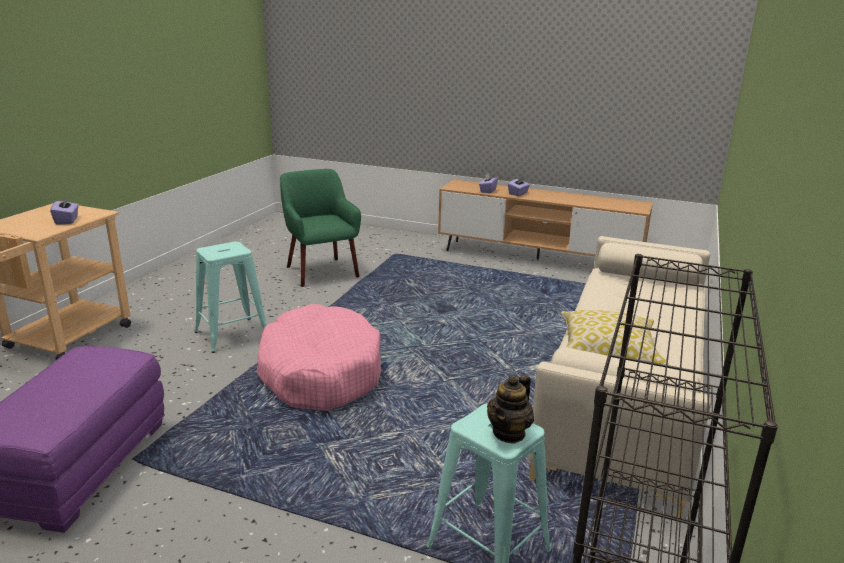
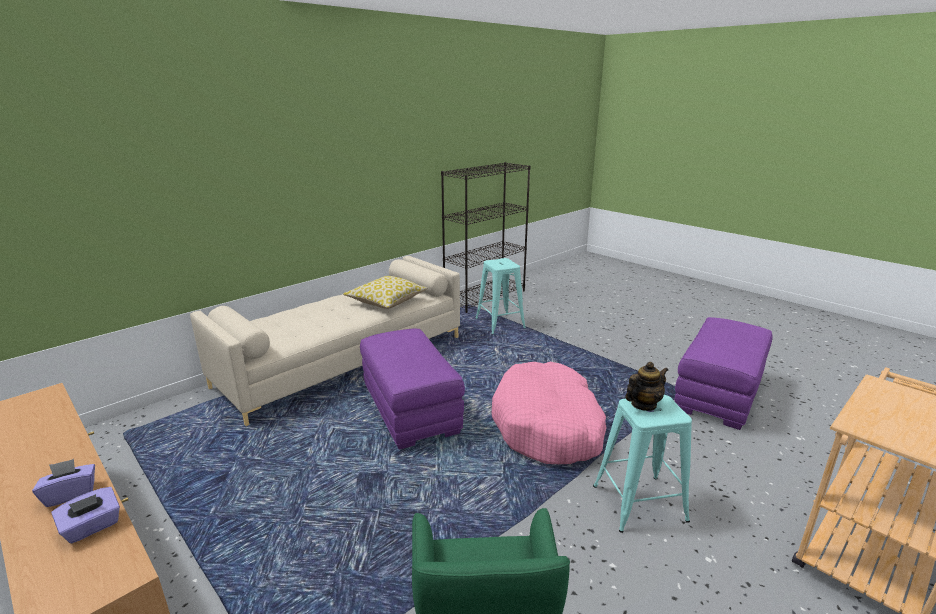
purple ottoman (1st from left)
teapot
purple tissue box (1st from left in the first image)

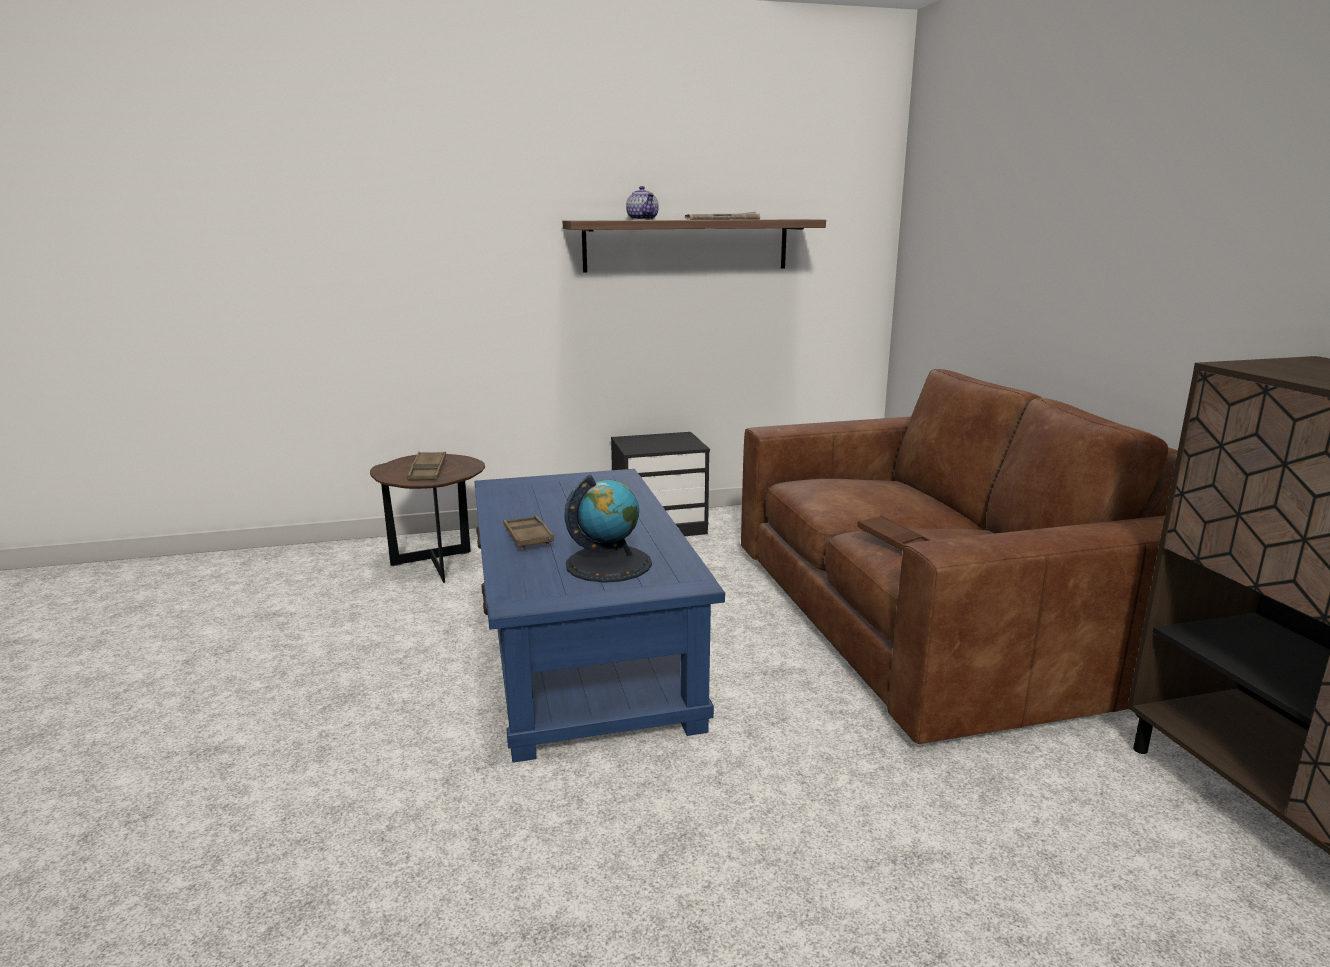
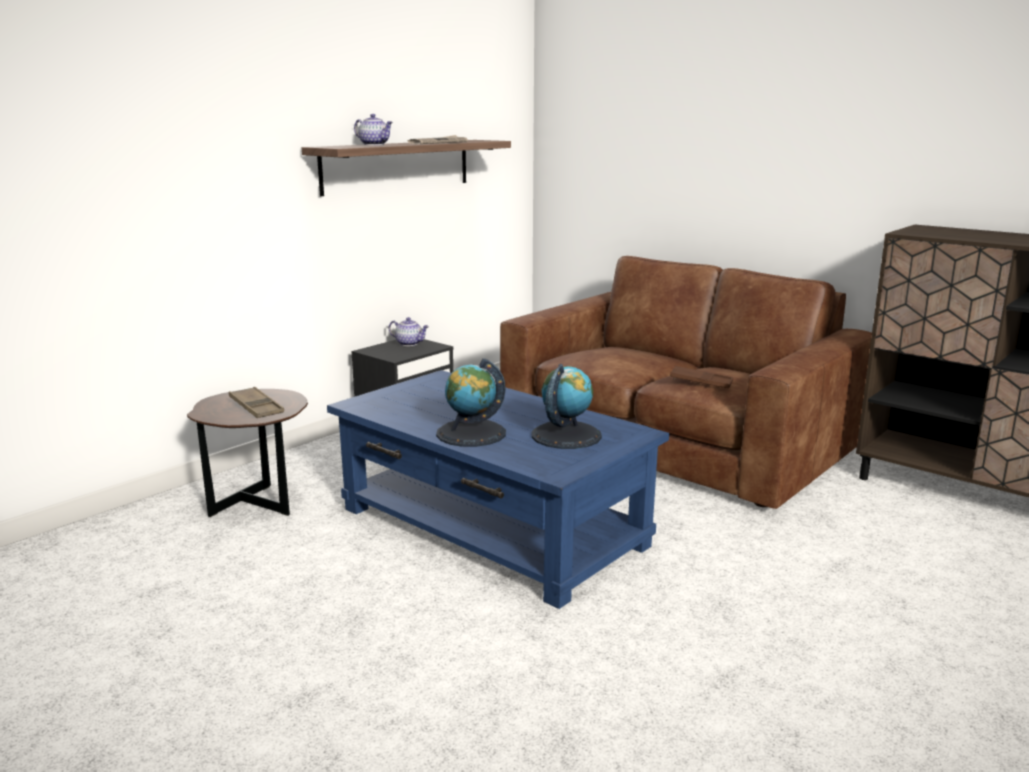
teapot (2nd from left)
globe (1st from left)

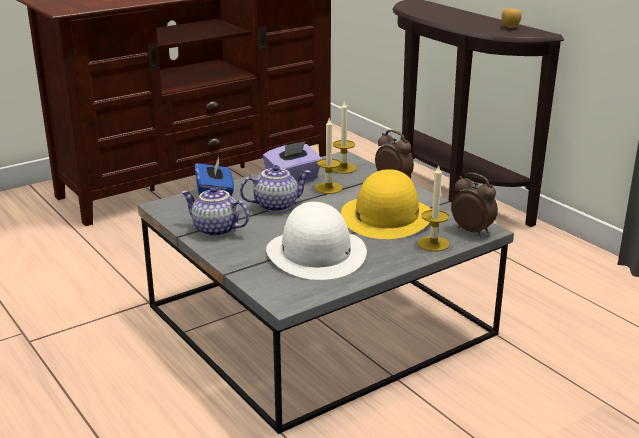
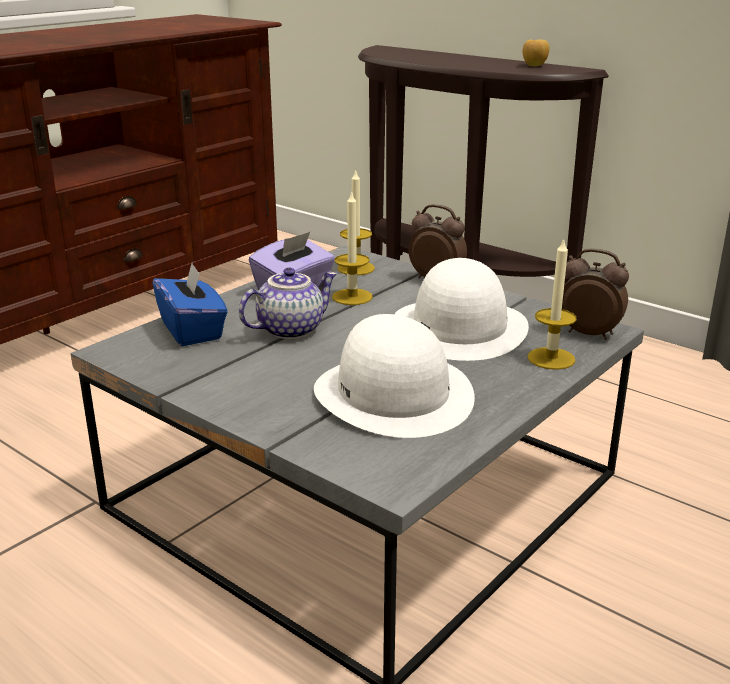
white hat (2nd from left)
teapot (1st from left in the first image)

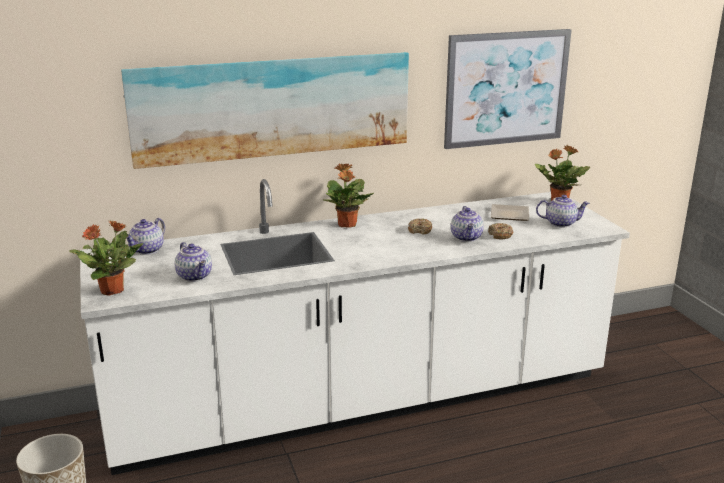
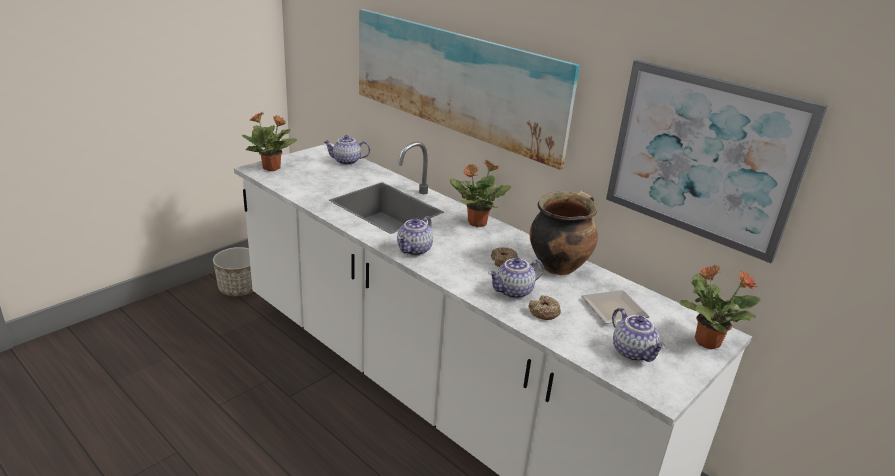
teapot (2nd from left)
cooking pot

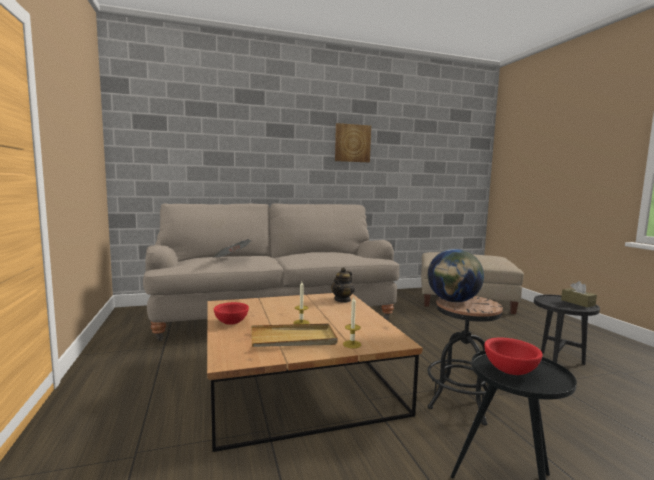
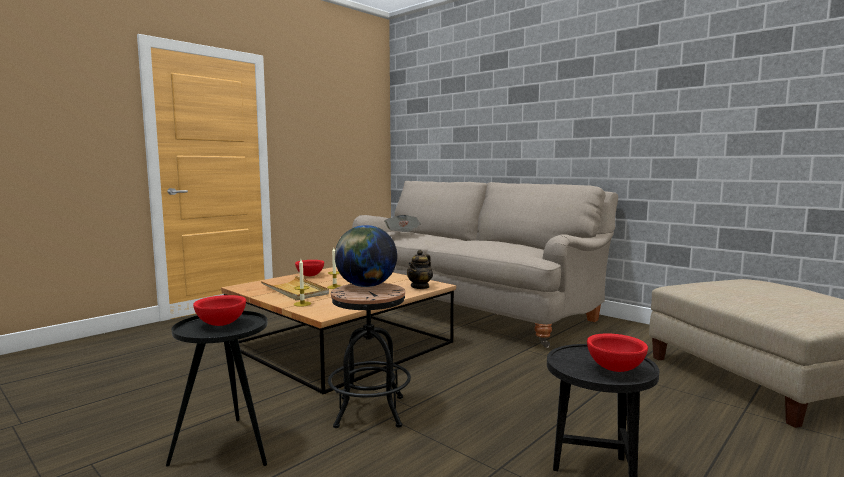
teapot
red bowl (3rd from left)
picture

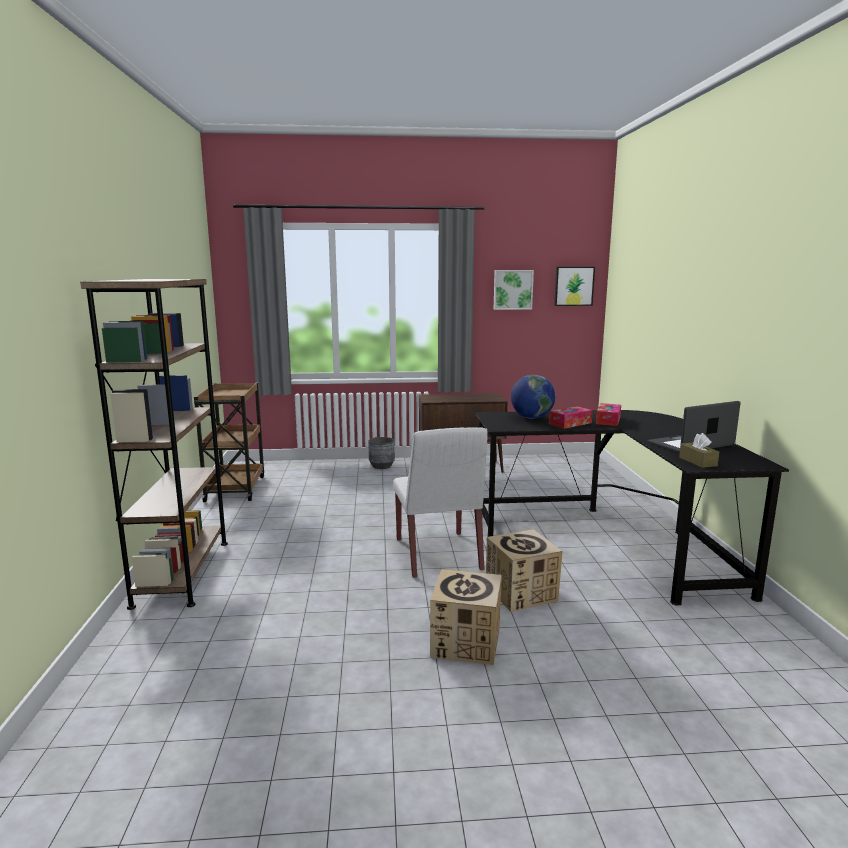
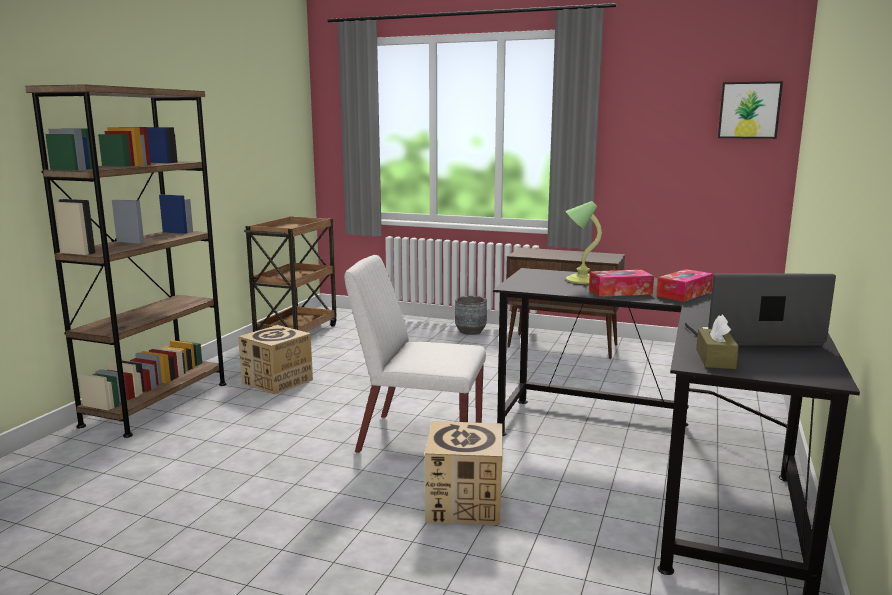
cardboard box (1st from left)
white chair
table lamp
picture (1st from left in the first image)

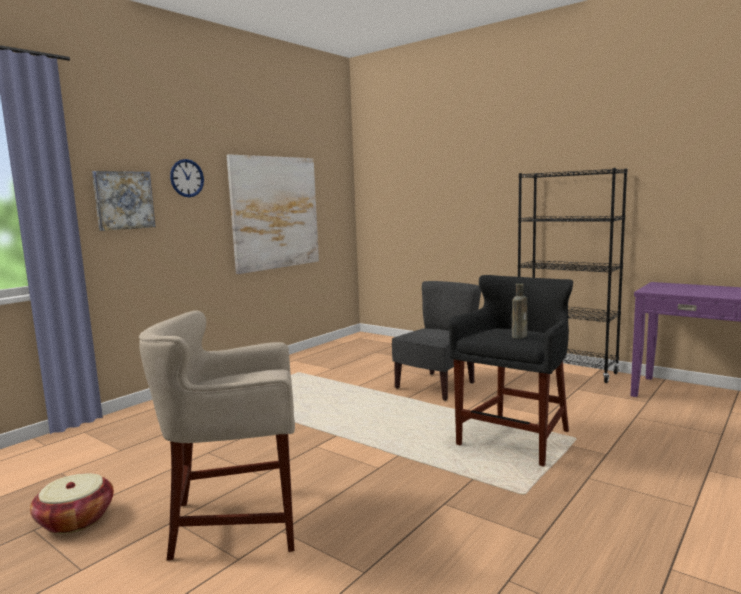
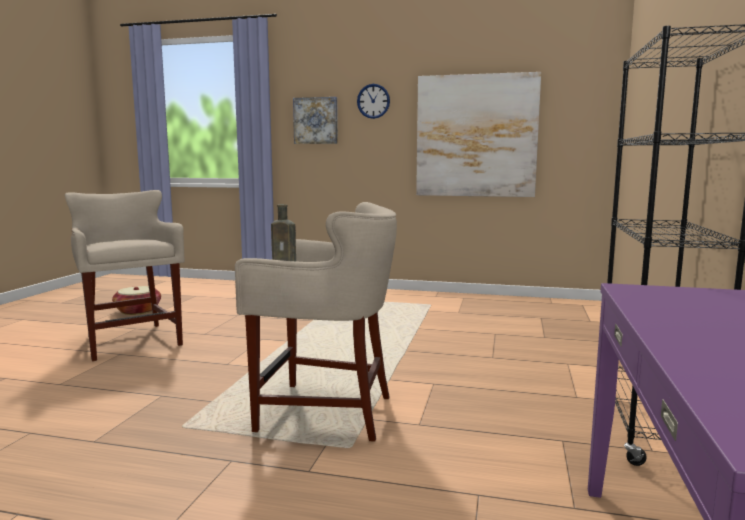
beige stool (2nd from left)
grey chair

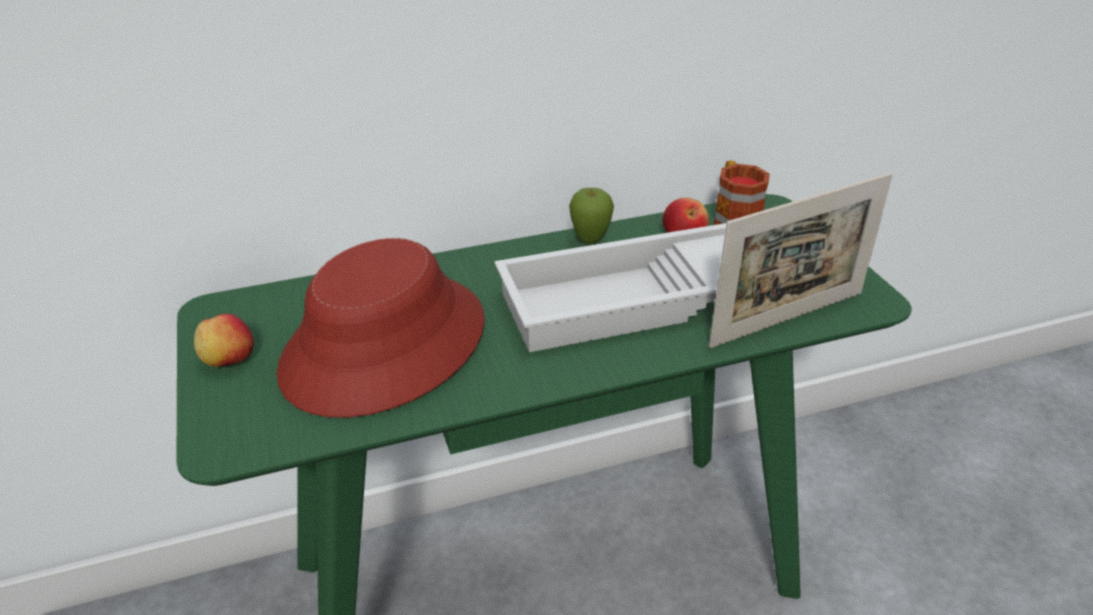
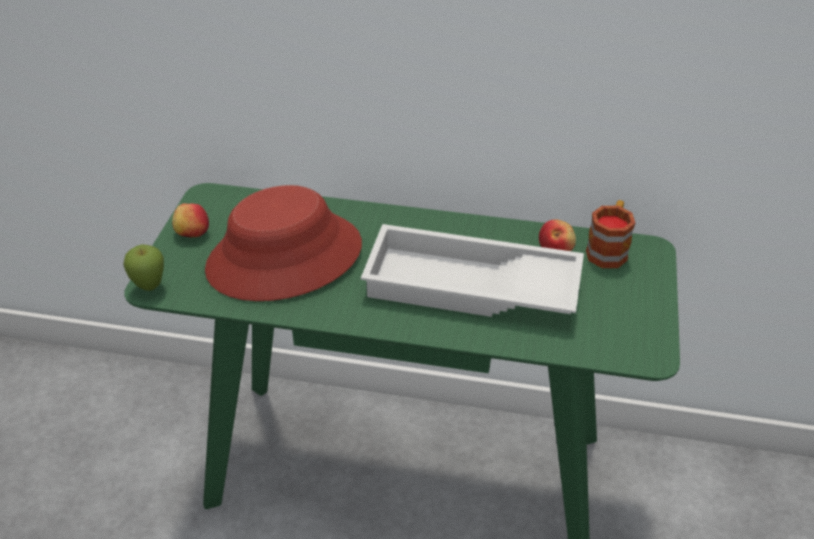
apple (1st from left)
picture frame

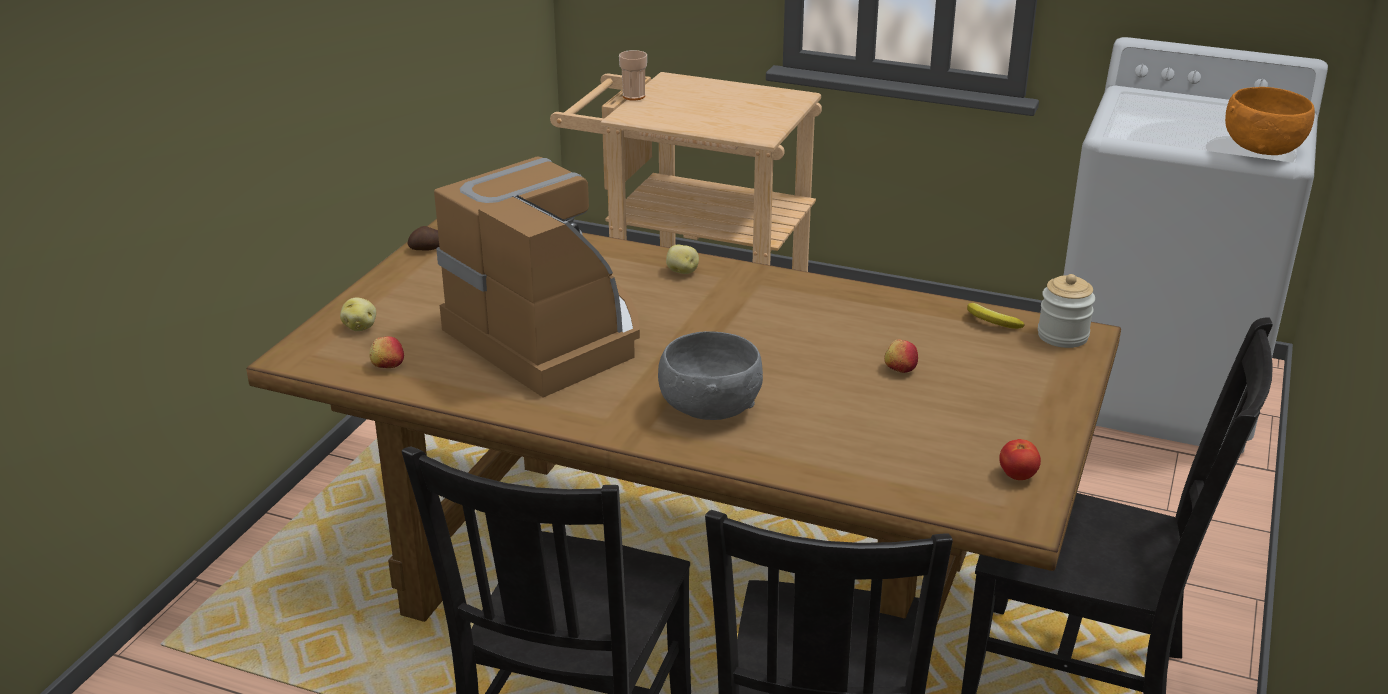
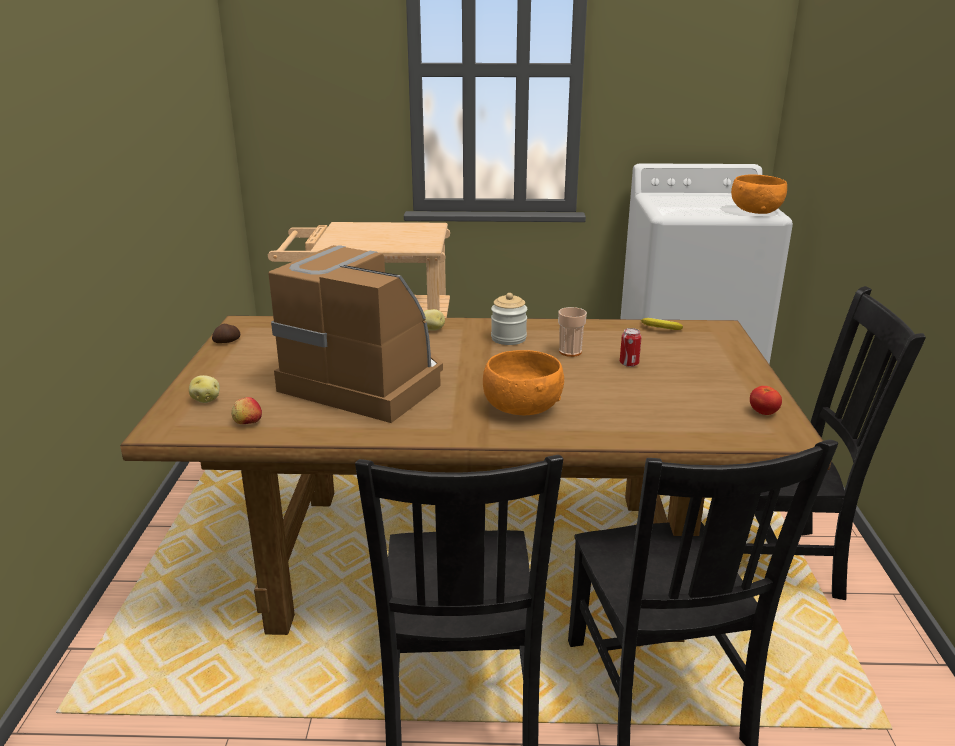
orange bowl (1st from left)
jar
cup
can

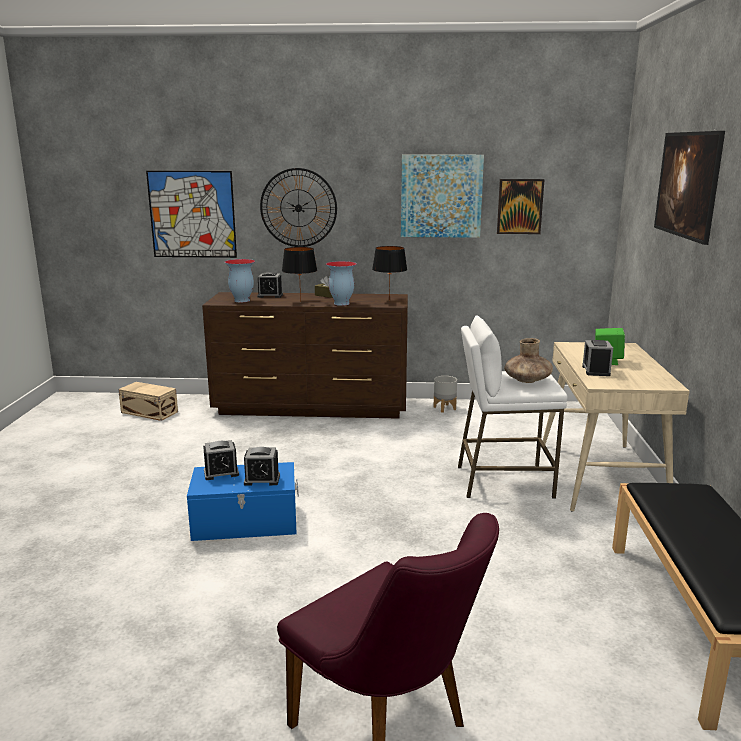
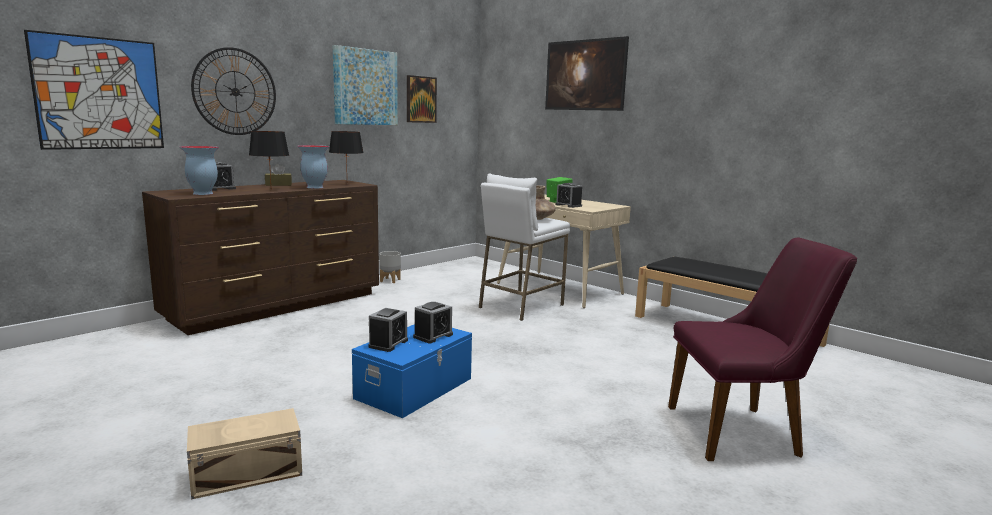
beige storage box

